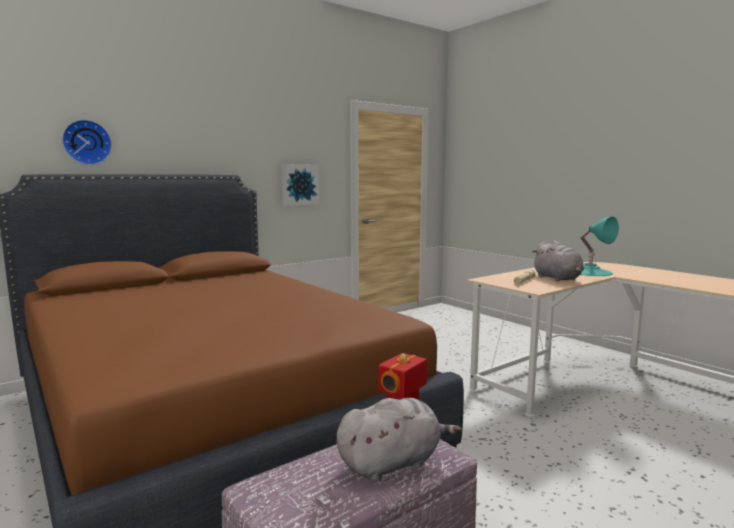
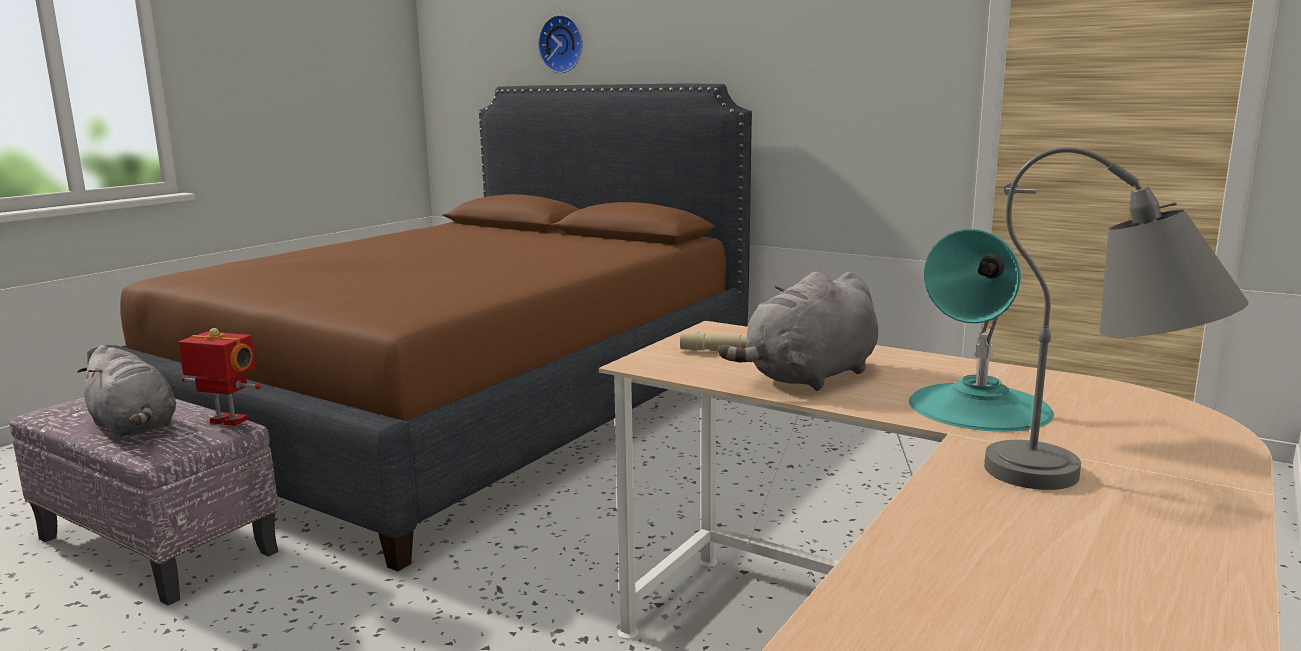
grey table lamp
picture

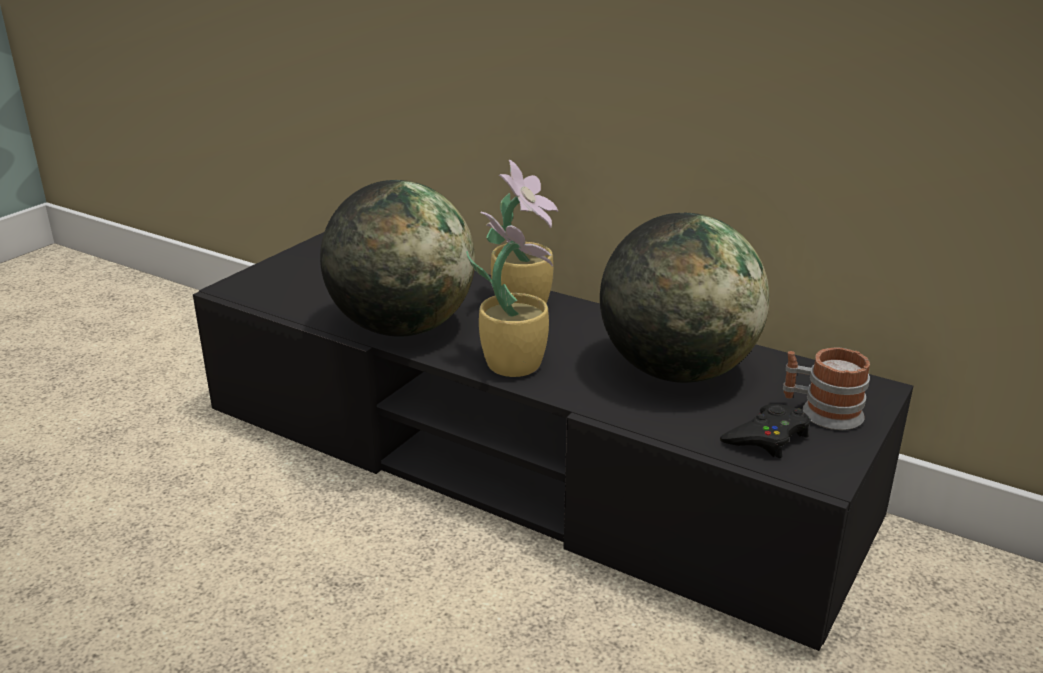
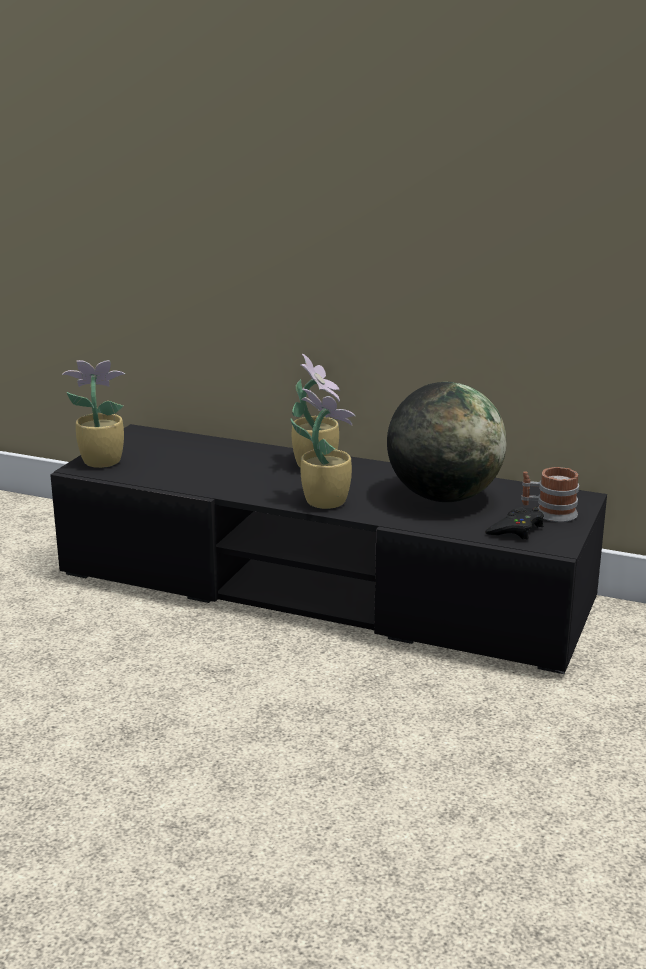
potted plant (1st from left)
globe (1st from left in the first image)

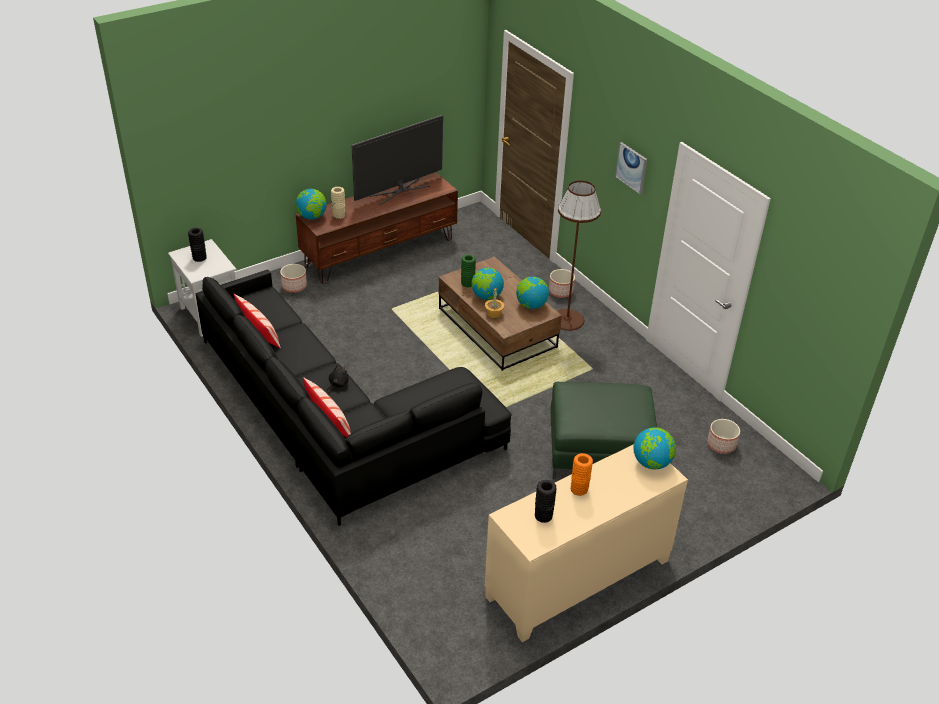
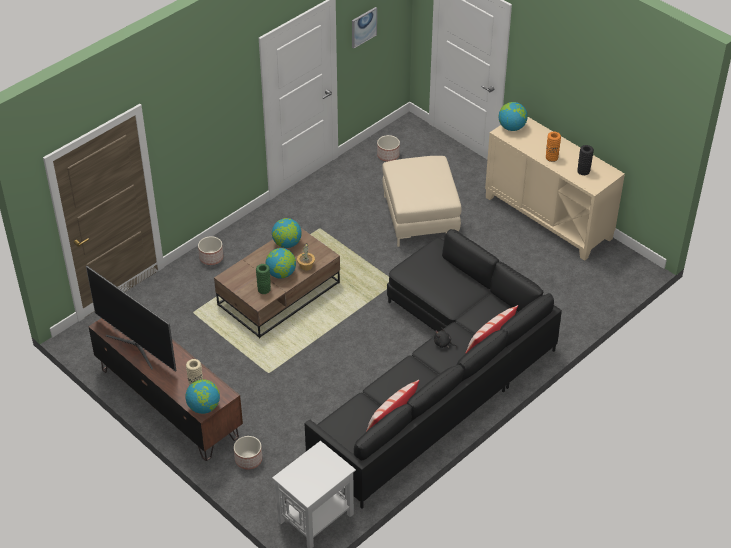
picture
beige ottoman
black vase (1st from left in the first image)
brown floor lamp

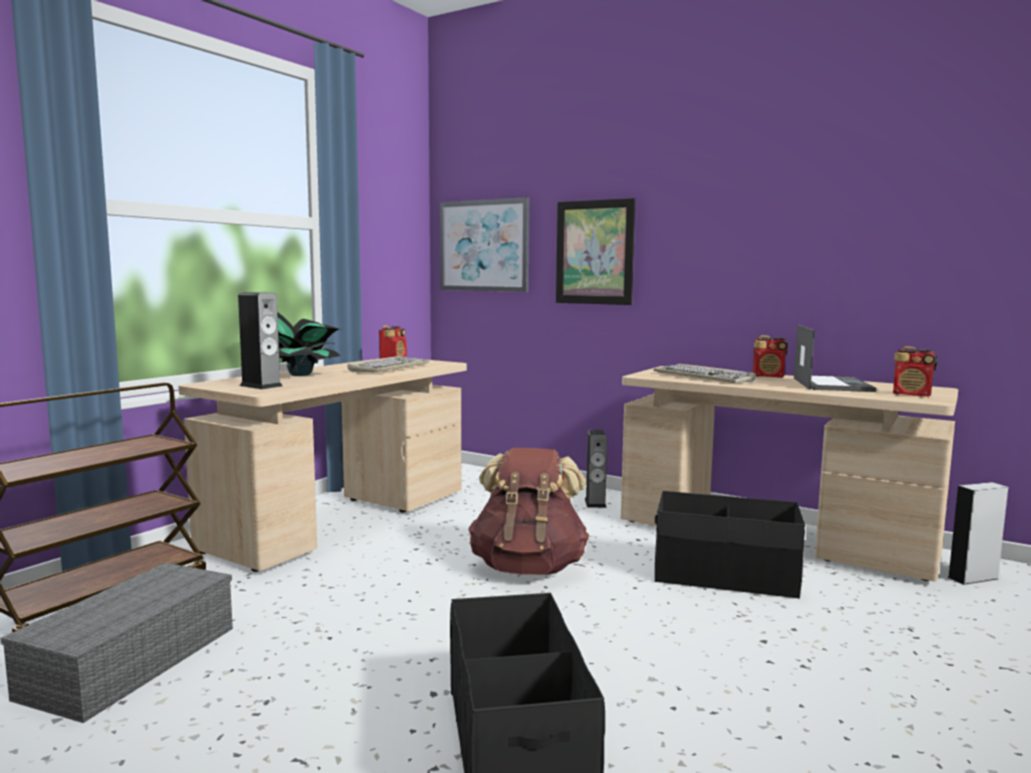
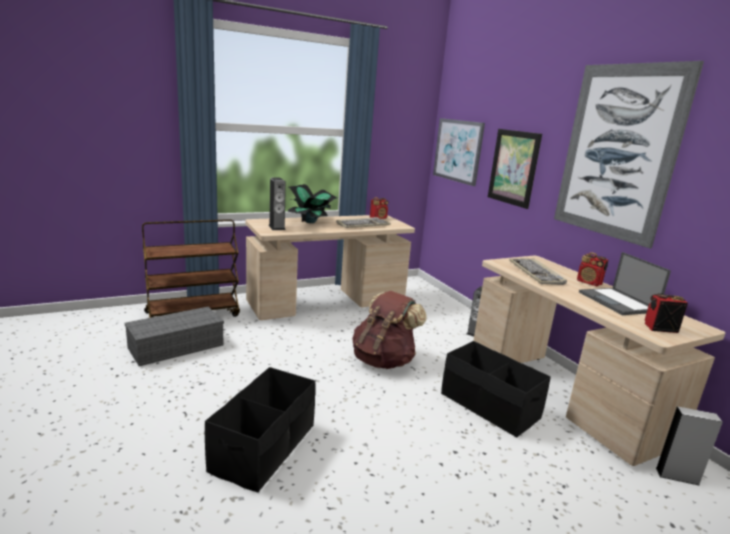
picture (3rd from left)
laptop
radio (3rd from left)

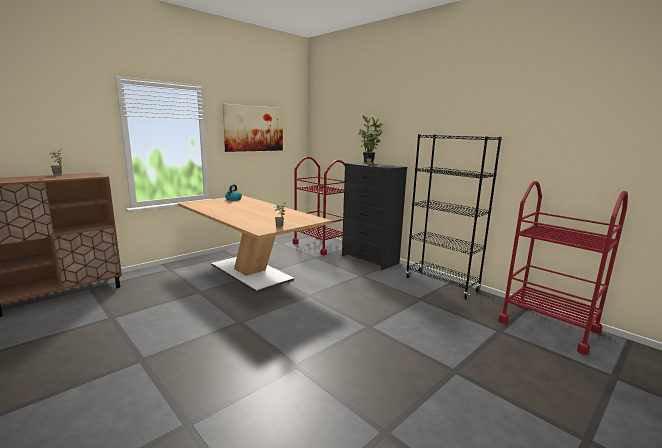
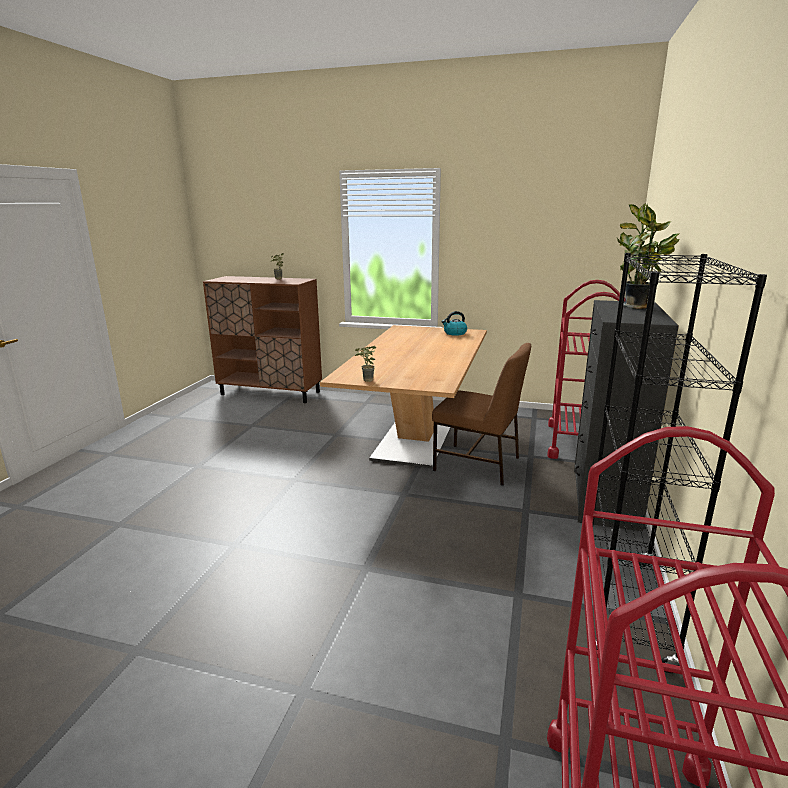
brown chair
picture

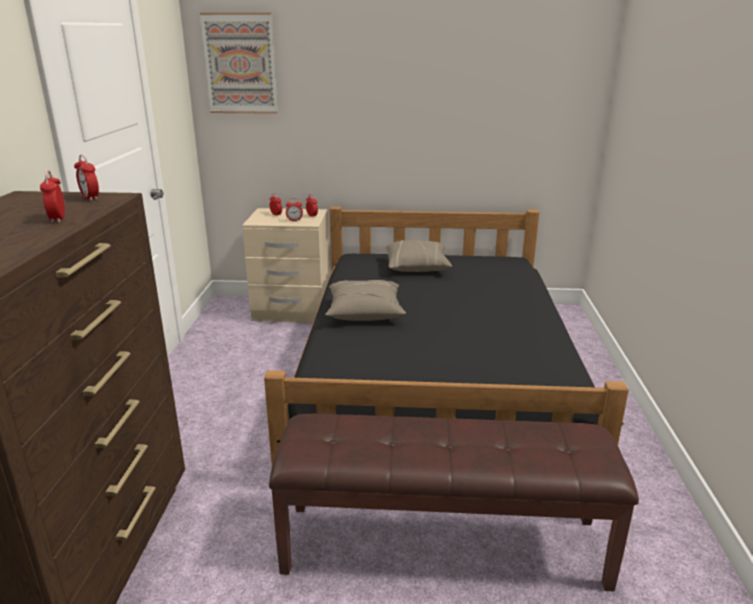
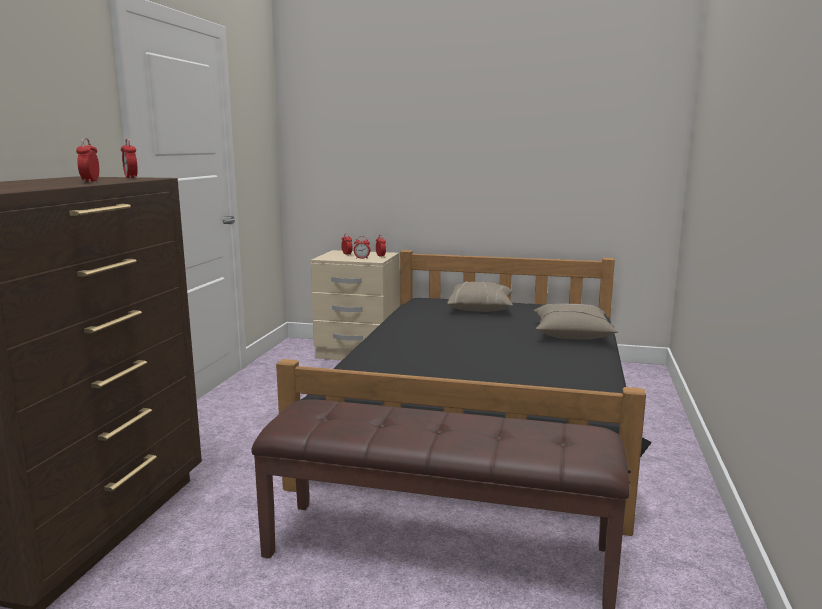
beige pillow (2nd from left)
picture

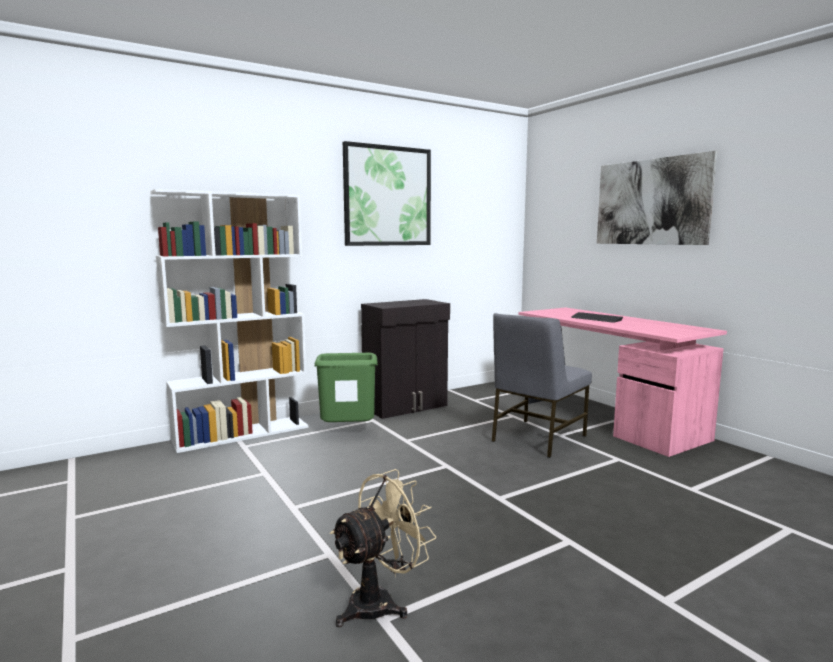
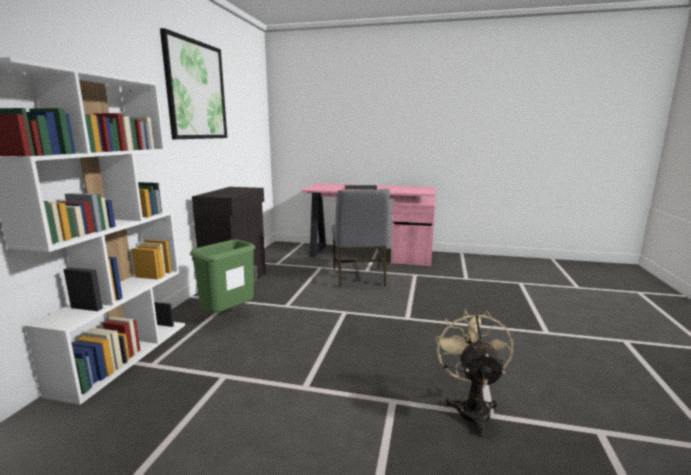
picture (2nd from left in the first image)

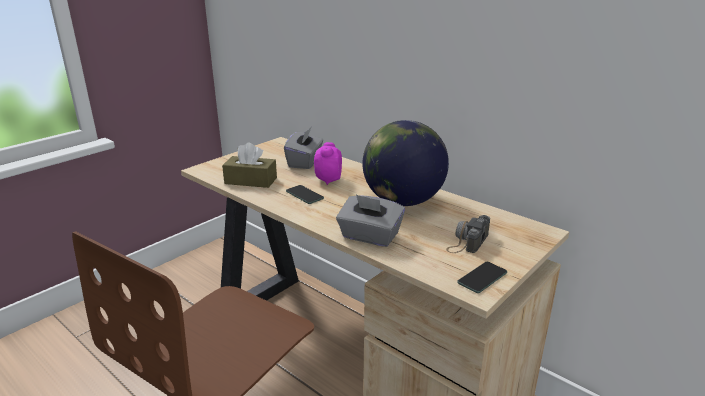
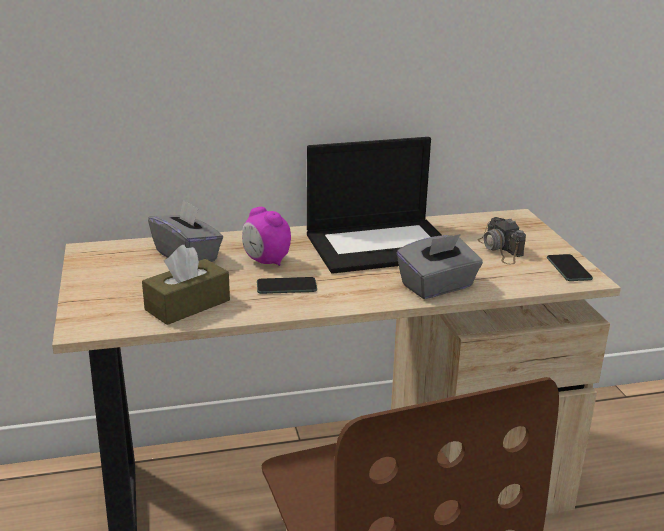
laptop

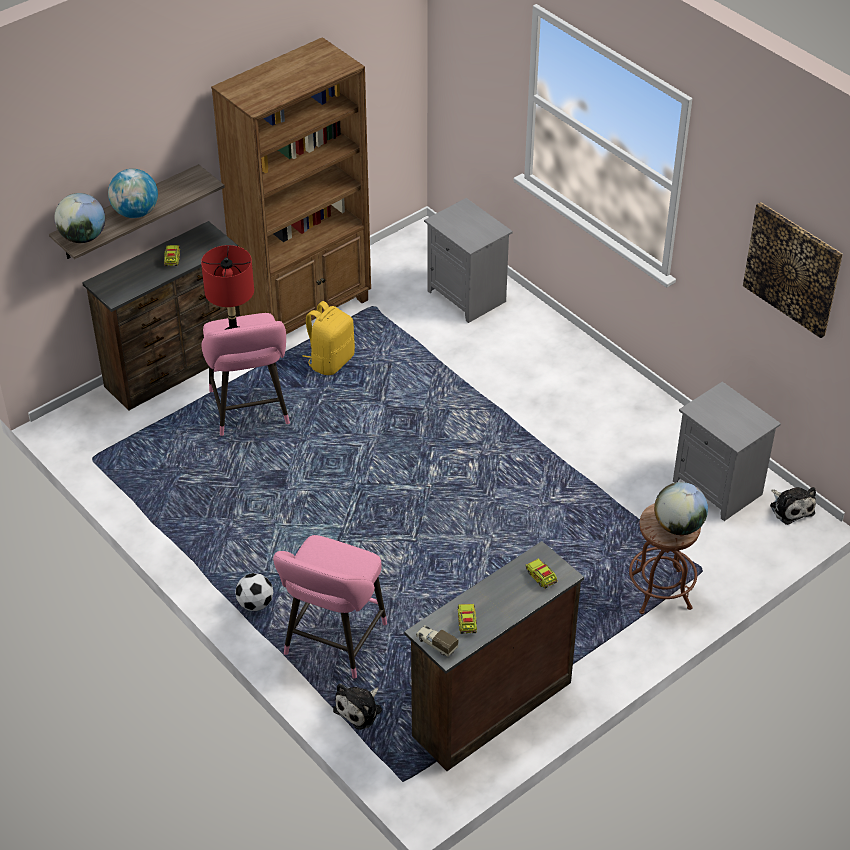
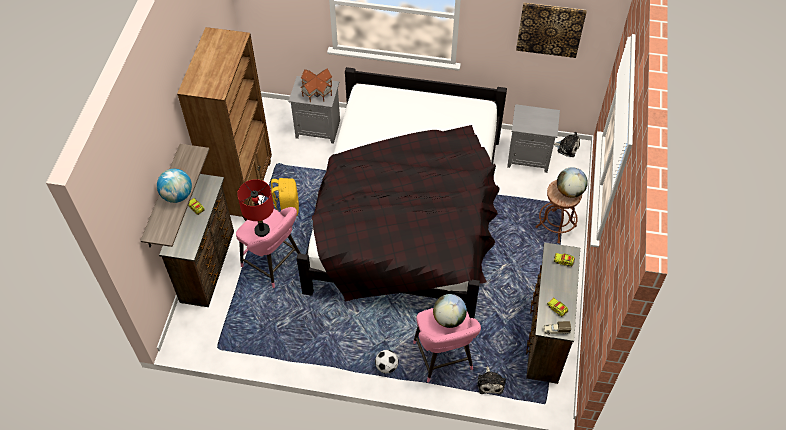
black bed
toy house
globe (2nd from left)

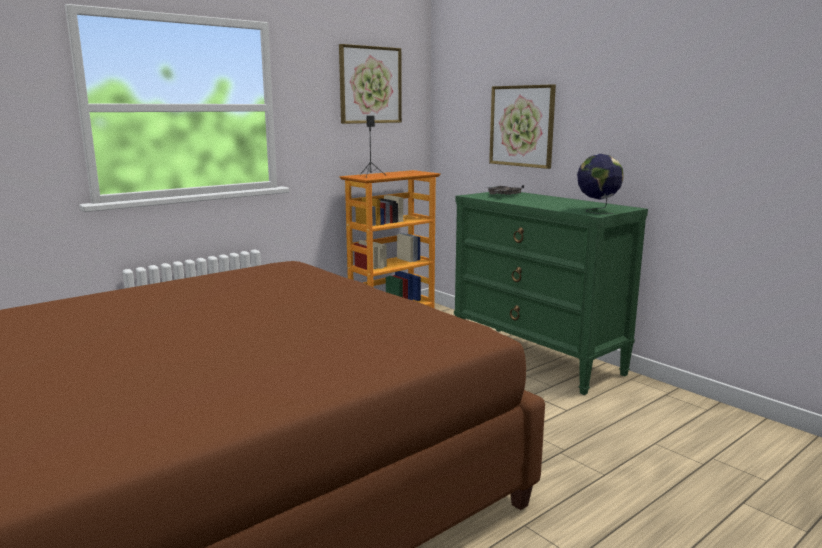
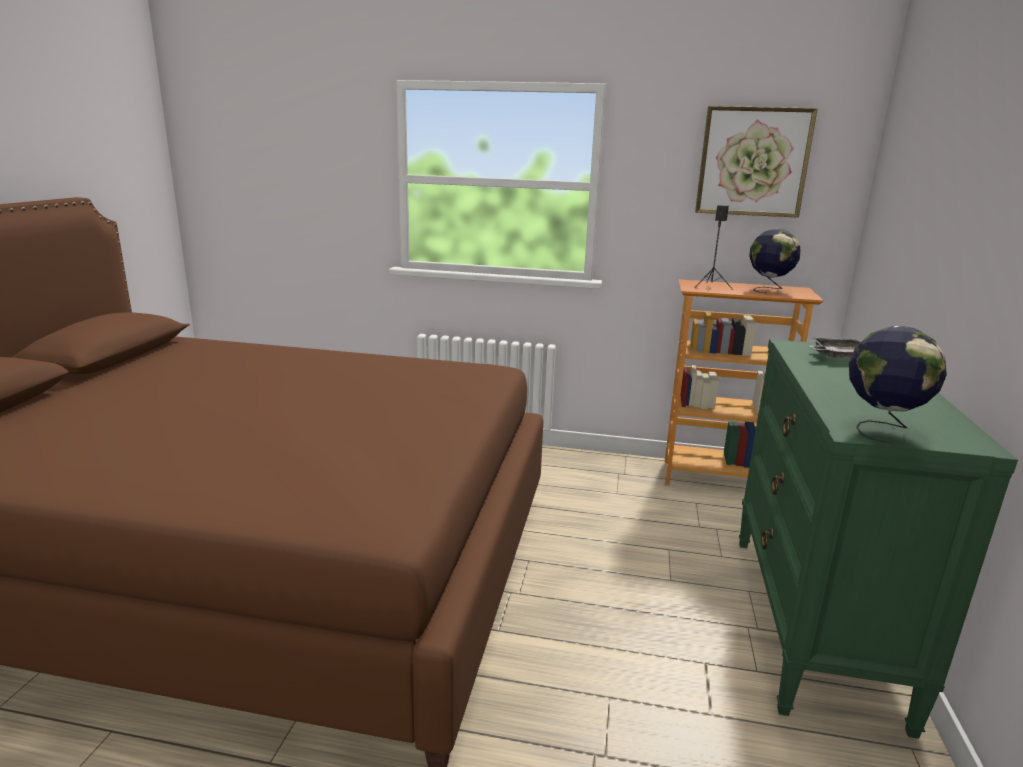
globe (1st from left)
picture (2nd from left in the first image)

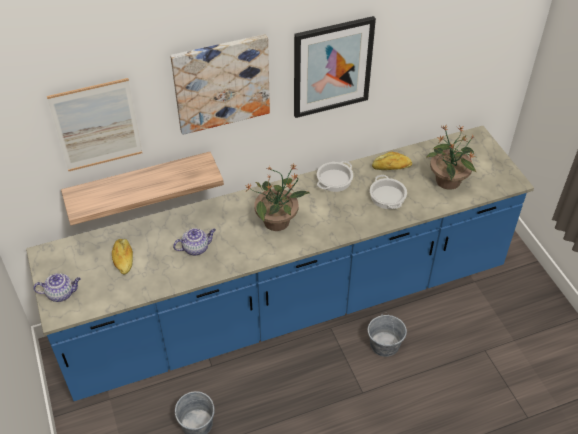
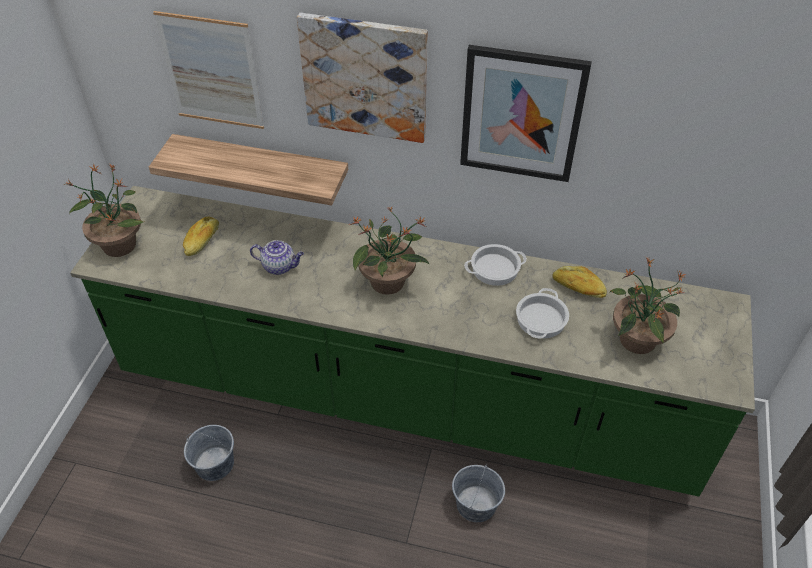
potted plant (1st from left)
green counter

